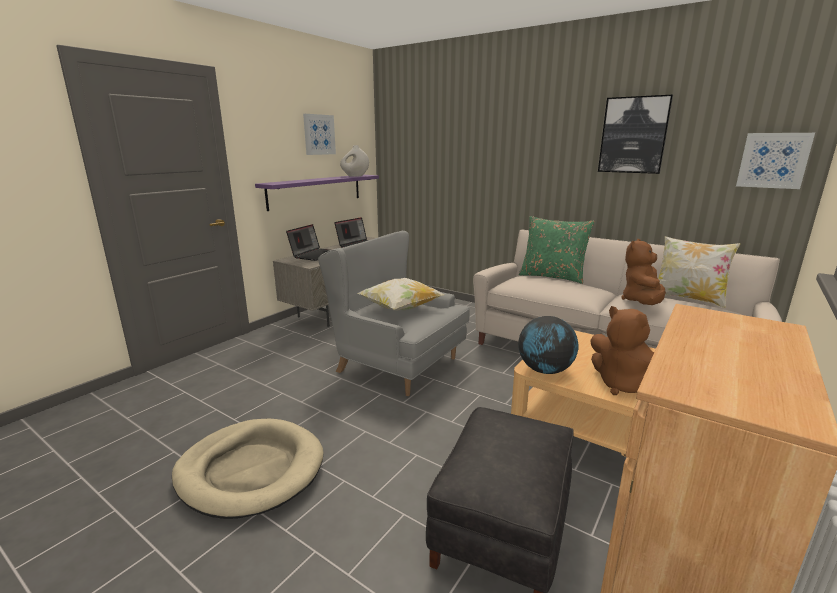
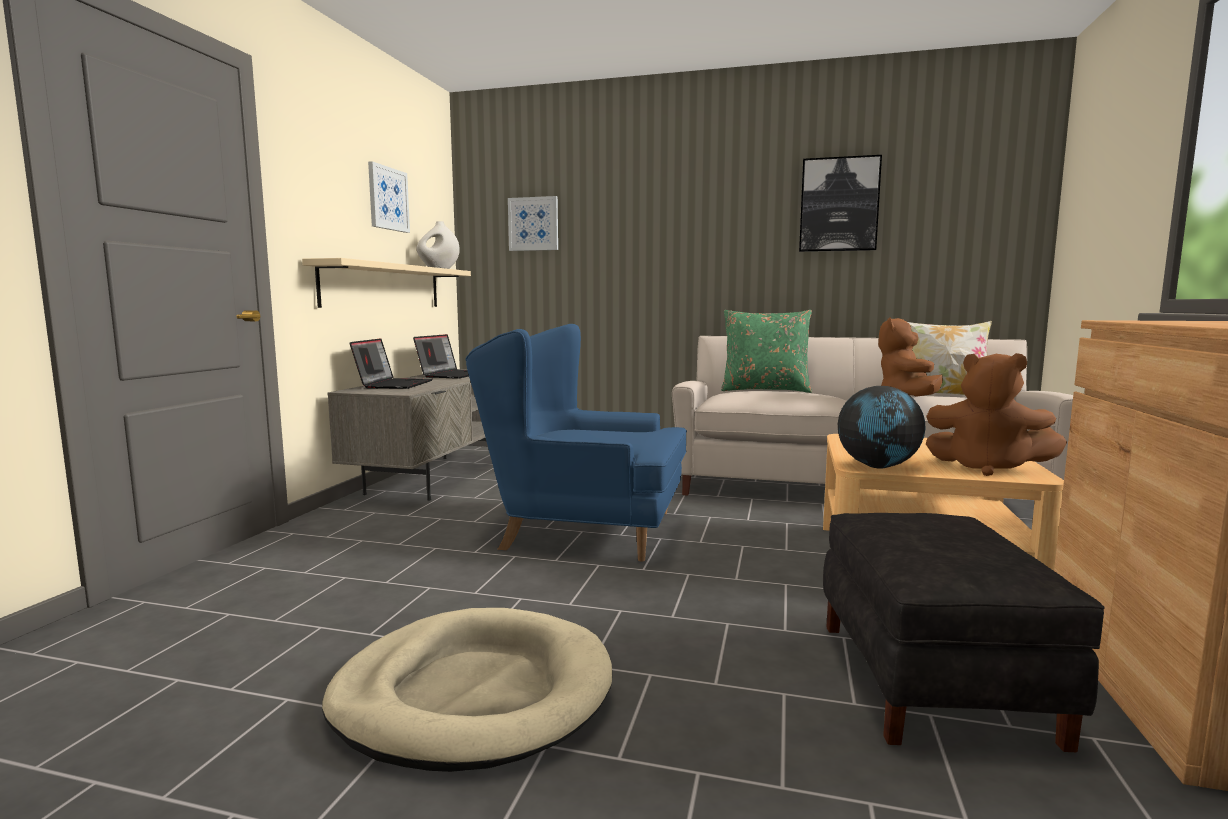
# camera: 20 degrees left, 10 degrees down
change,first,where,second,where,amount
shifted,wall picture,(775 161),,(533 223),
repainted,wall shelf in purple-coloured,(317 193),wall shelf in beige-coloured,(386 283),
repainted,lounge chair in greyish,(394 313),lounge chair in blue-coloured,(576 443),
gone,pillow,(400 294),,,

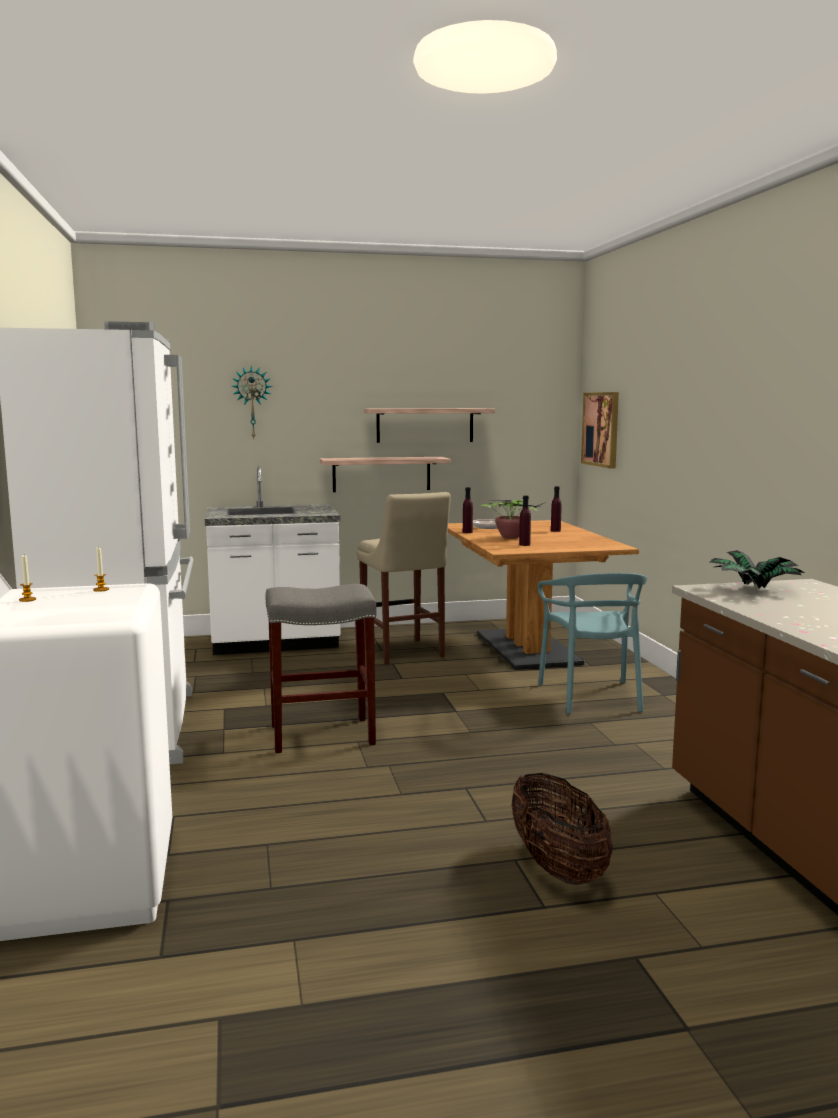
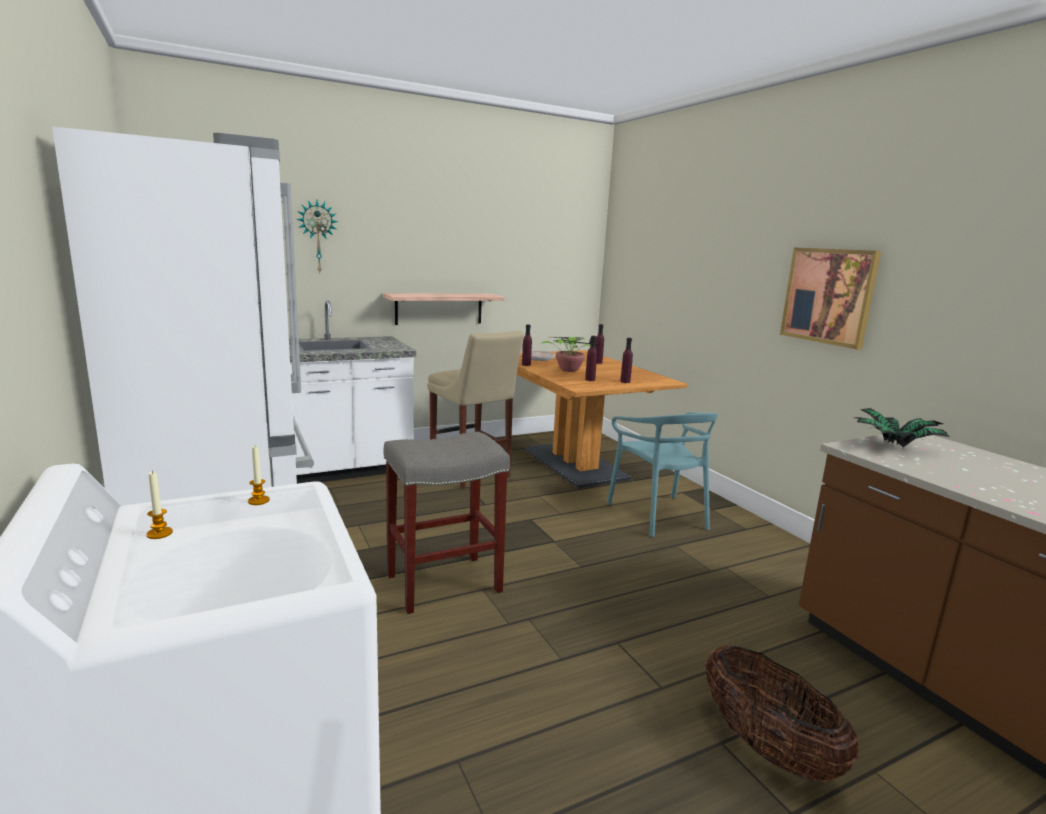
# camera: 15 degrees left, 5 degrees up
change,first,where,second,where,amount
shifted,wall picture,(600 430),,(830 298),
gone,wall shelf,(429 425),,,
new,,,drink bottle in purple-coloured,(626 360),

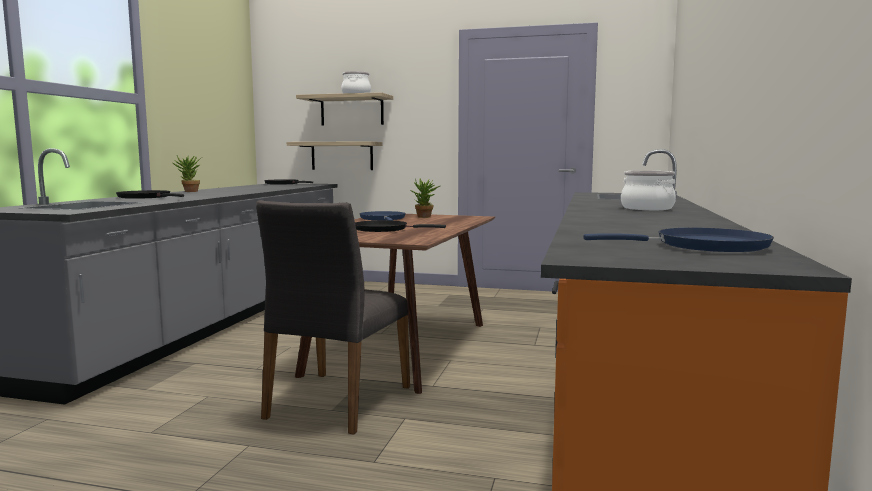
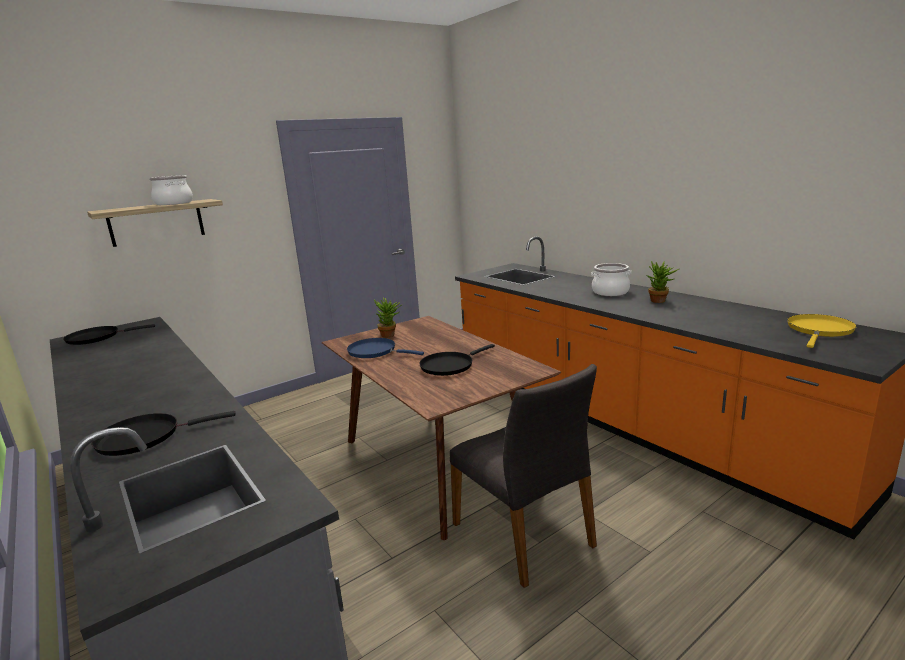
# camera: 50 degrees left, 10 degrees up
change,first,where,second,where,amount
gone,wall shelf,(334 155),,,
shifted,houseplant,(188 173),,(662 282),
repainted,skillet in blue-coloured,(679 240),skillet in yellow-coloured,(822 331),

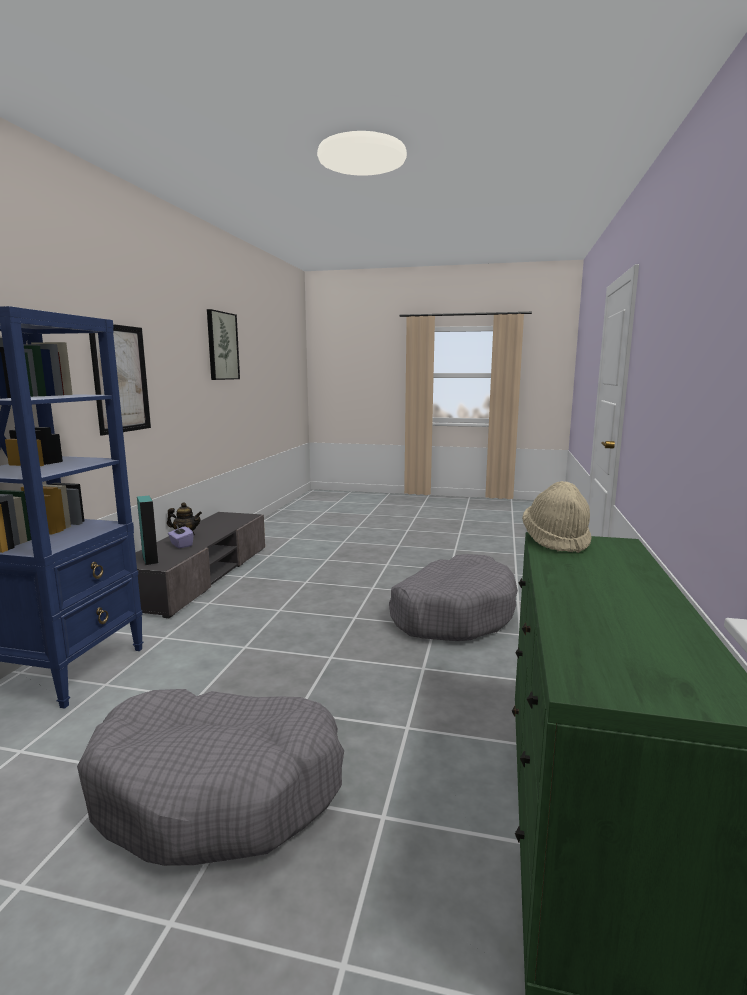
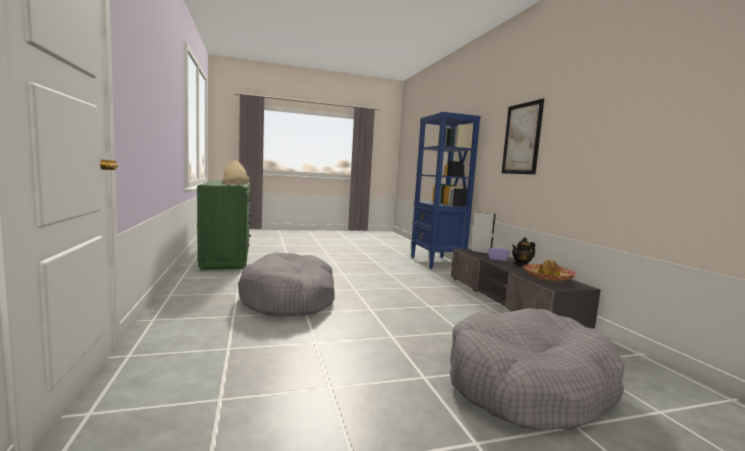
# camera: 150 degrees right, 5 degrees down
change,first,where,second,where,amount
gone,wall picture,(223 344),,,
repainted,loudspeaker in blue-green,(148 530),loudspeaker in greyish,(483 233),
shifted,pet bed in greyish,(210 777),,(537 369),
new,,,clothing hat,(550 270),

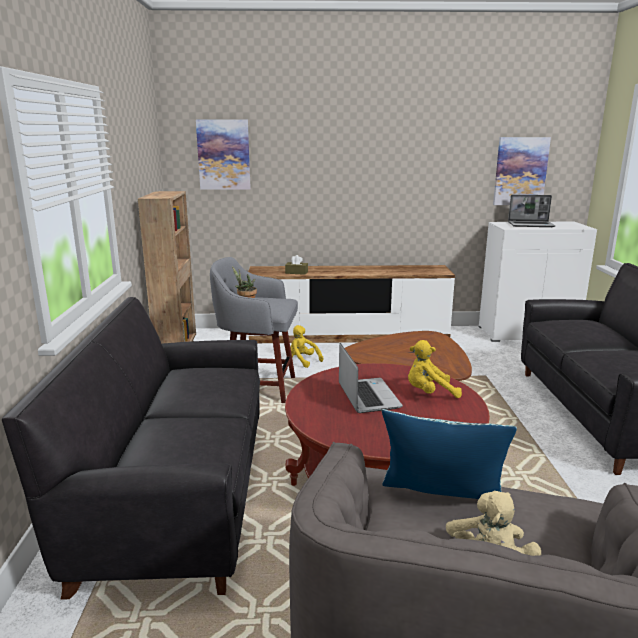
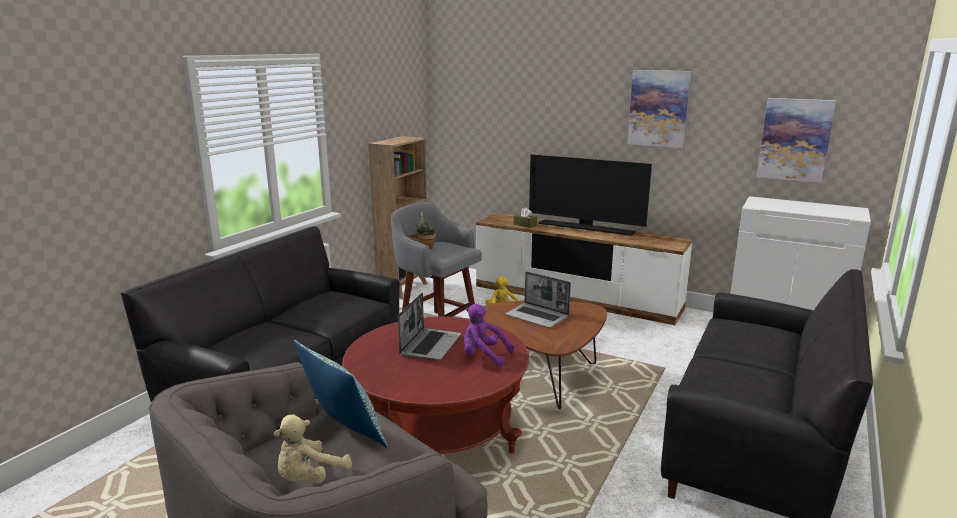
# camera: 30 degrees right, 0 degrees up
change,first,where,second,where,amount
shifted,wall picture,(223 155),,(659 109),
shifted,notebook computer,(531 211),,(538 299),
repainted,cuddly toy in yellow-coloured,(435 369),cuddly toy in purple-coloured,(489 335),
new,,,TV,(590 195),

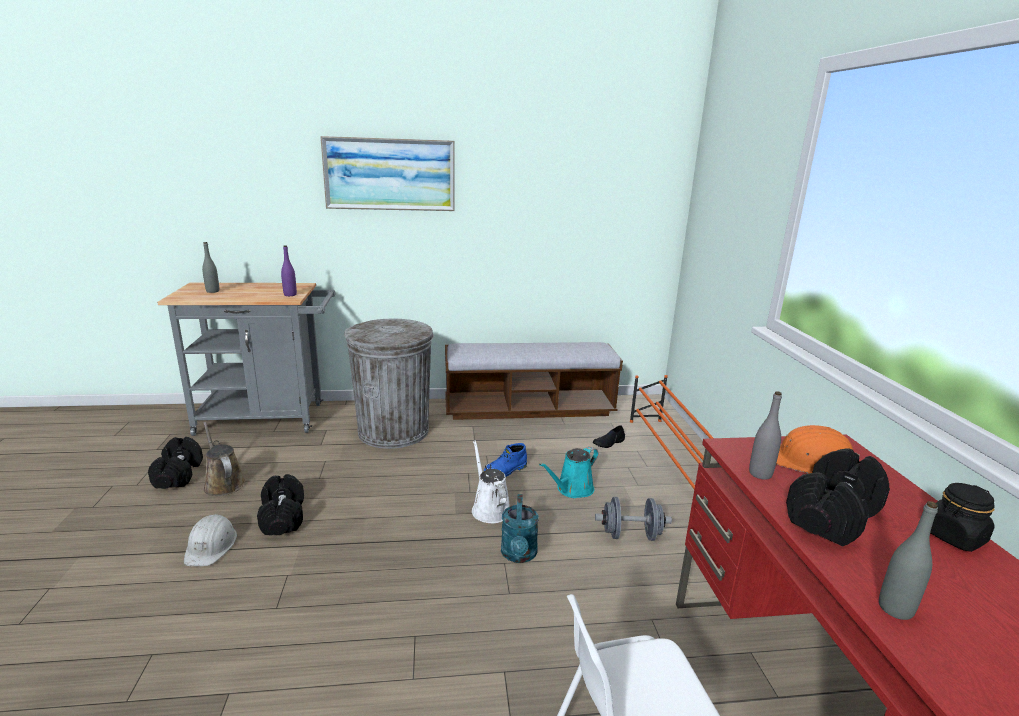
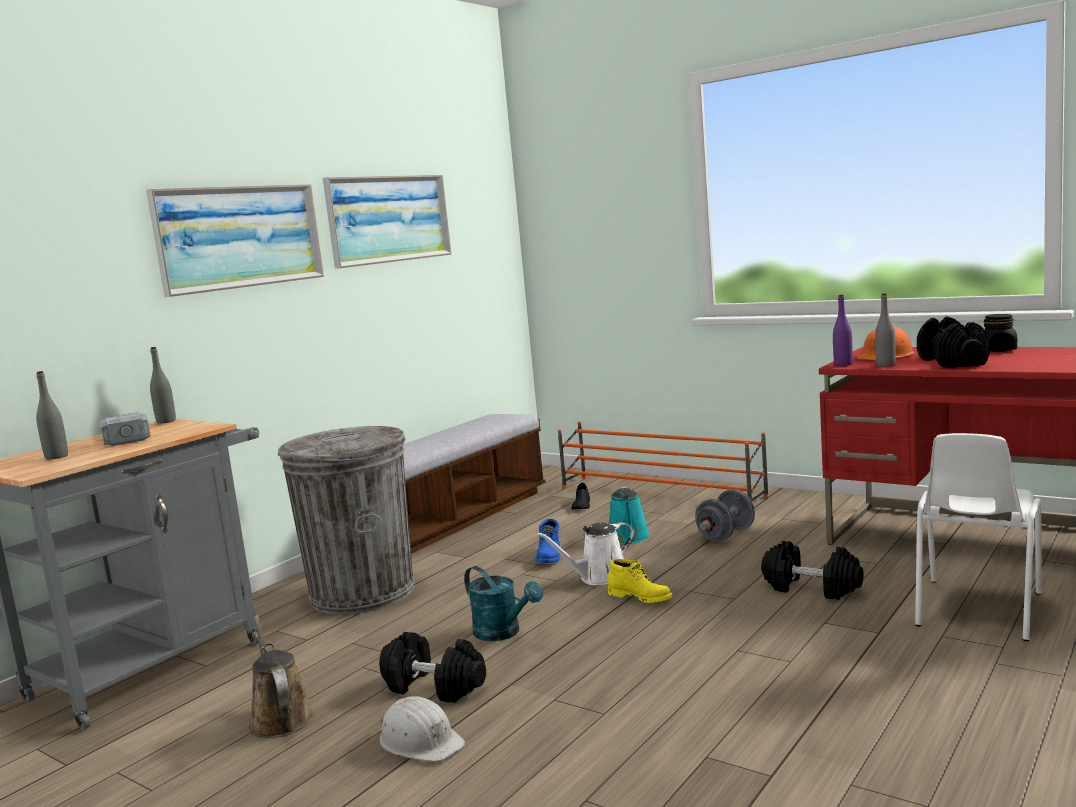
# camera: 45 degrees left, 10 degrees down
change,first,where,second,where,amount
shifted,drink bottle in purple-coloured,(289 270),,(843 330),
rotated,sprinkling can in brown,(224 459),,(281 676),60 degrees clockwise
shifted,dumbbell in black,(175 463),,(812 570),
rotated,sprinkling can in white-coloured,(491 481),,(585 554),45 degrees counterclockwise
shifted,sprinkling can in blue-green,(520 528),,(503 603),
shifted,drink bottle in greyish,(908 560),,(163 385),
new,,,wall picture,(387 222),
new,,,hammer,(125 429),
new,,,high-top boot in yellow-coloured,(640 581),

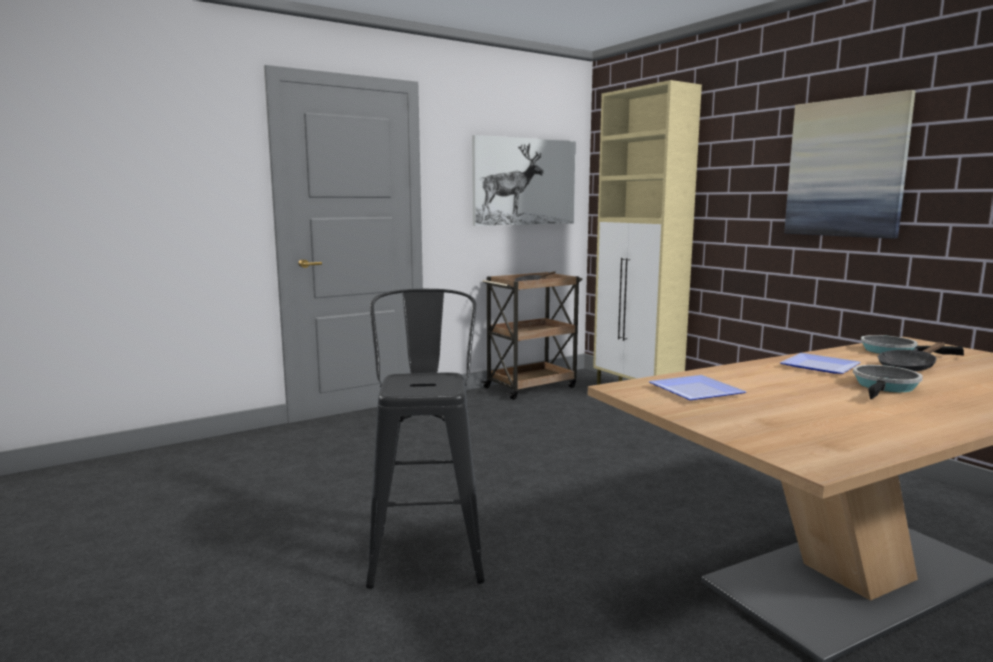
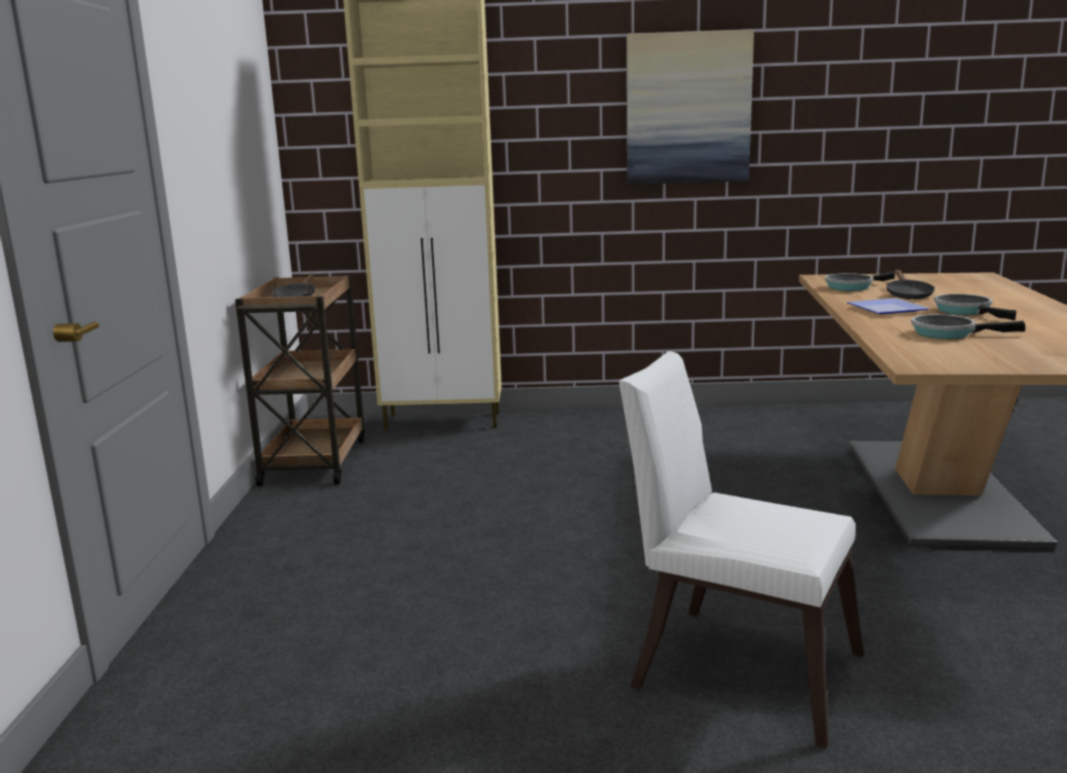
# camera: 55 degrees left, 5 degrees up
change,first,where,second,where,amount
gone,wall picture,(524 180),,,
swapped,stool seat in black,(425 439),plain chair in white-coloured,(741 550),
gone,dinner plate,(697 387),,,
new,,,skillet,(968 326),

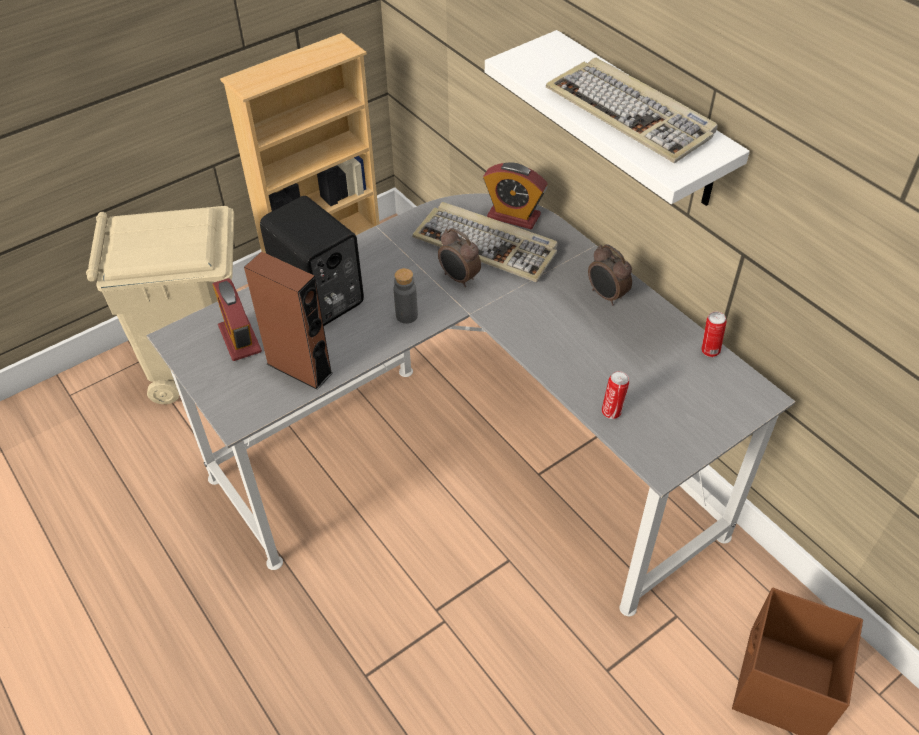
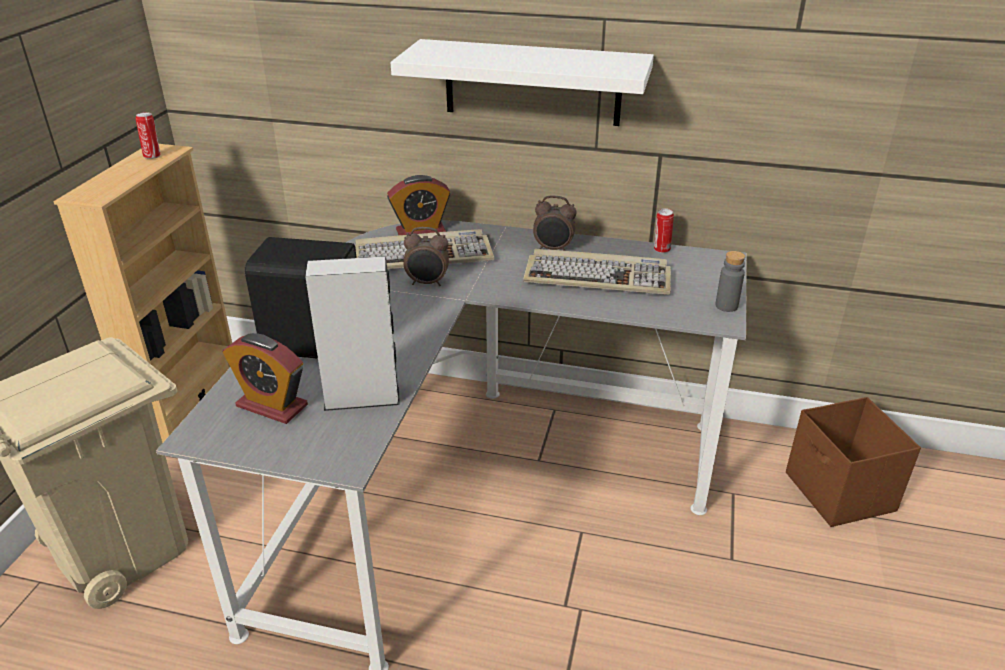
# camera: 40 degrees left, 15 degrees down
change,first,where,second,where,amount
shifted,keyboard,(632 110),,(597 272),
repainted,loudspeaker in brown,(288 320),loudspeaker in greyish,(352 333),
shifted,drink bottle in greyish,(406 296),,(730 281),
shifted,metal can,(615 395),,(148 135),

